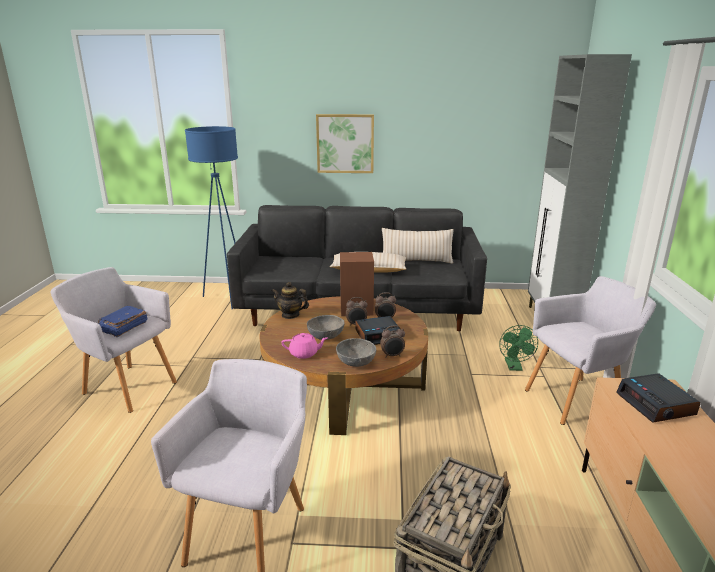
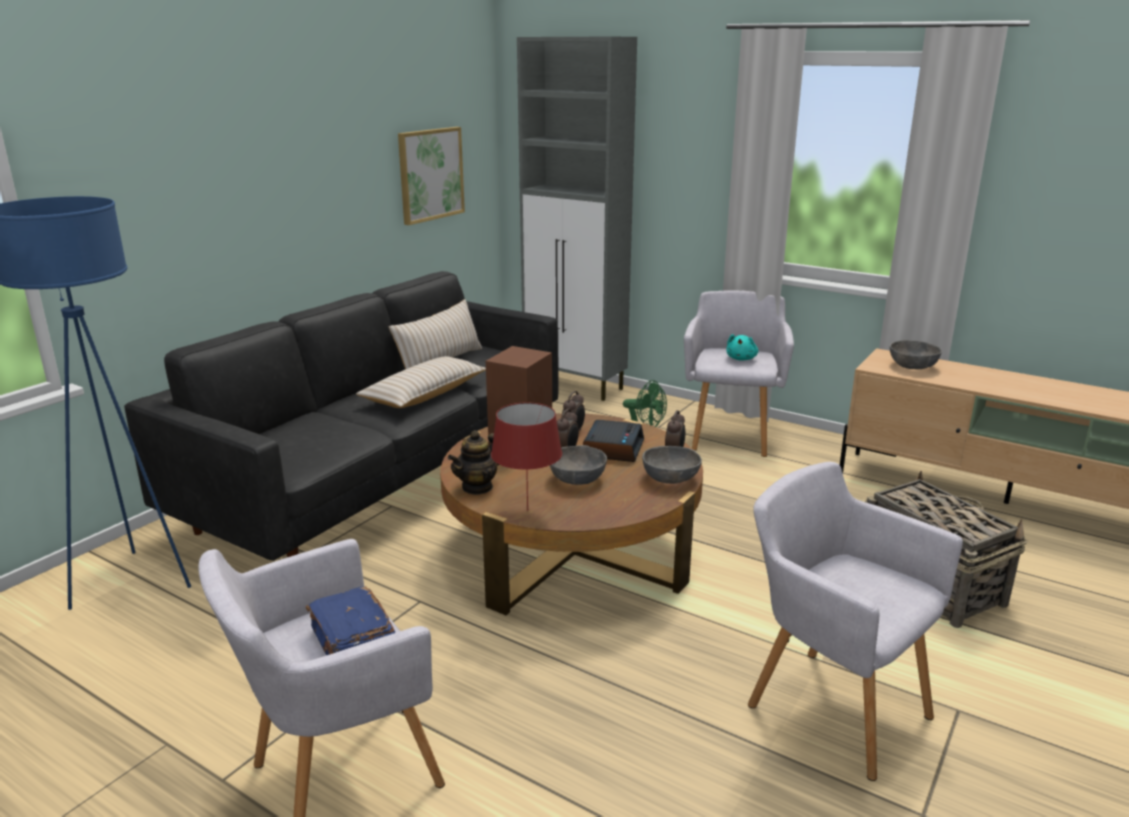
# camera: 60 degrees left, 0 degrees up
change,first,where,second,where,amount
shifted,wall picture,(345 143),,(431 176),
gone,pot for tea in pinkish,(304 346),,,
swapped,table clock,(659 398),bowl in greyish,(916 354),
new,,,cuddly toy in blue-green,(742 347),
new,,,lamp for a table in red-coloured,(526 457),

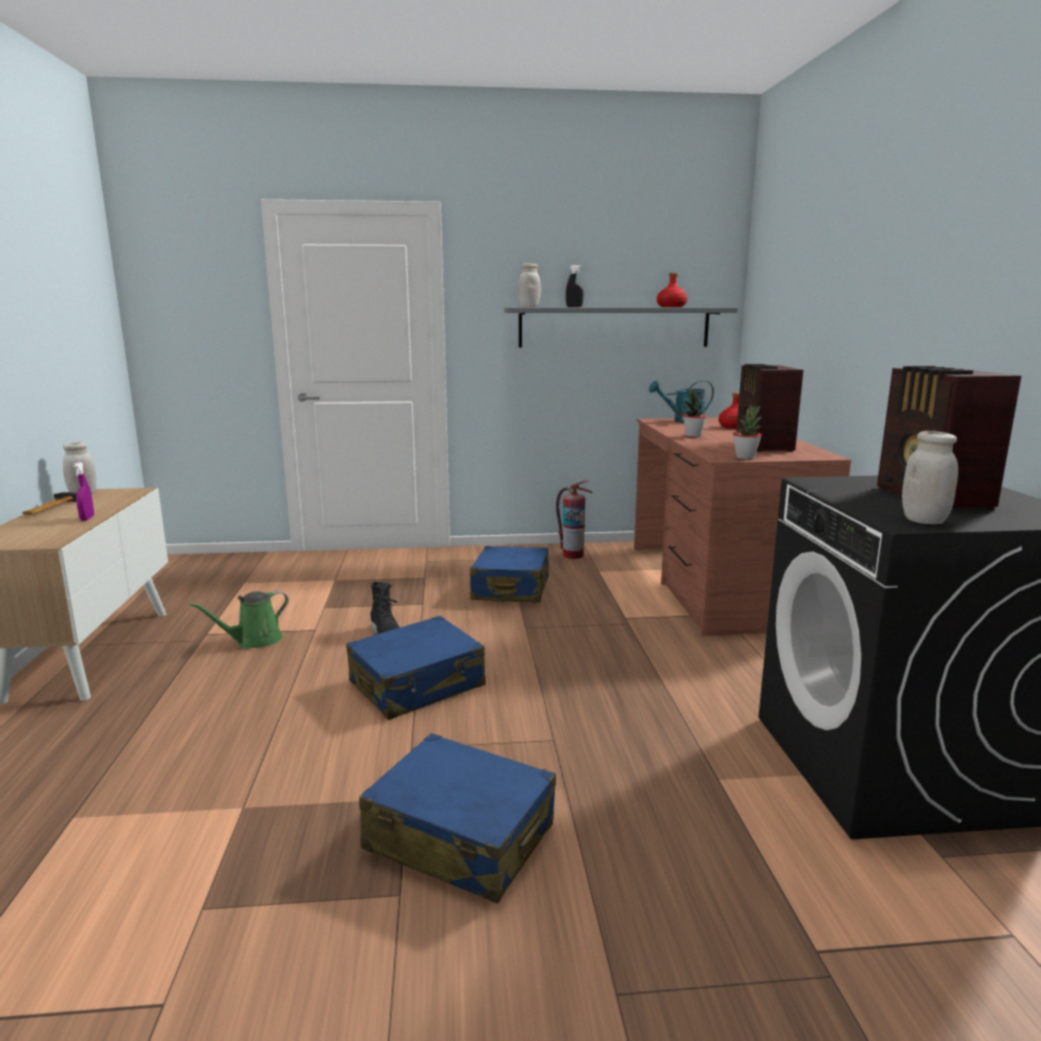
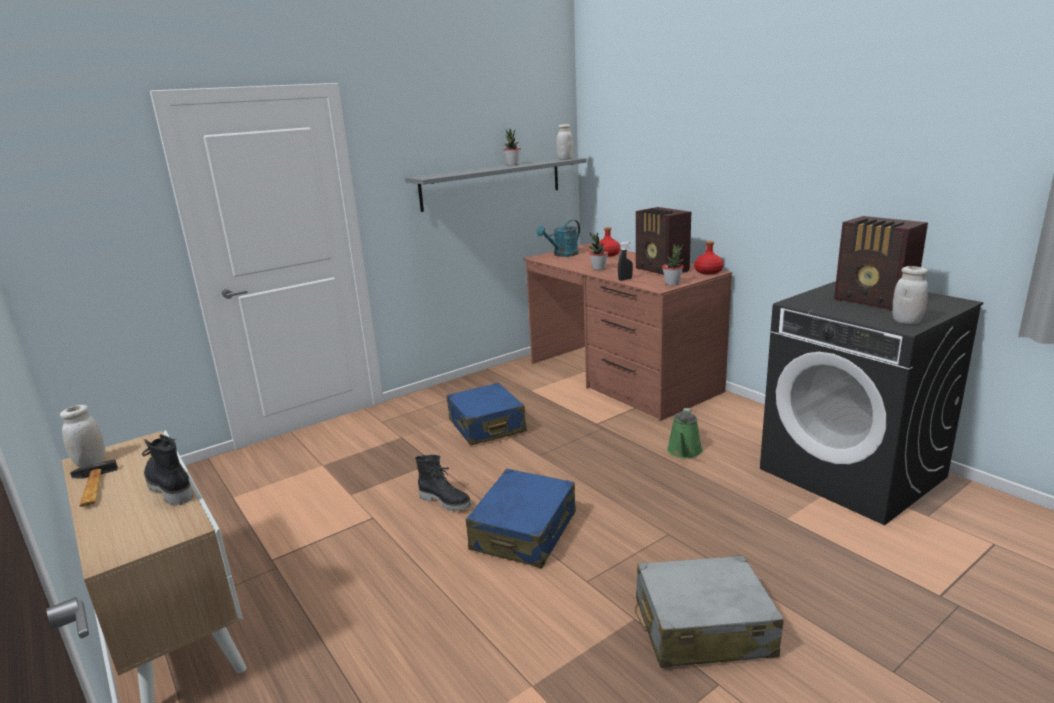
# camera: 30 degrees left, 5 degrees up
change,first,where,second,where,amount
shifted,preserve jar in white-coloured,(529 285),,(564 142),
shifted,hand sprayer in black,(575 286),,(625 261),
shifted,drink bottle in red-coloured,(672 290),,(709 257),
swapped,hand sprayer in purple-coloured,(83 491),high-top boot in black,(167 470),
gone,extinguisher,(574 520),,,
shifted,sprinkling can in green,(239 620),,(685 433),
repainted,suitcase in blue-coloured,(457 818),suitcase in greyish,(709 611),
new,,,houseplant,(512 147),

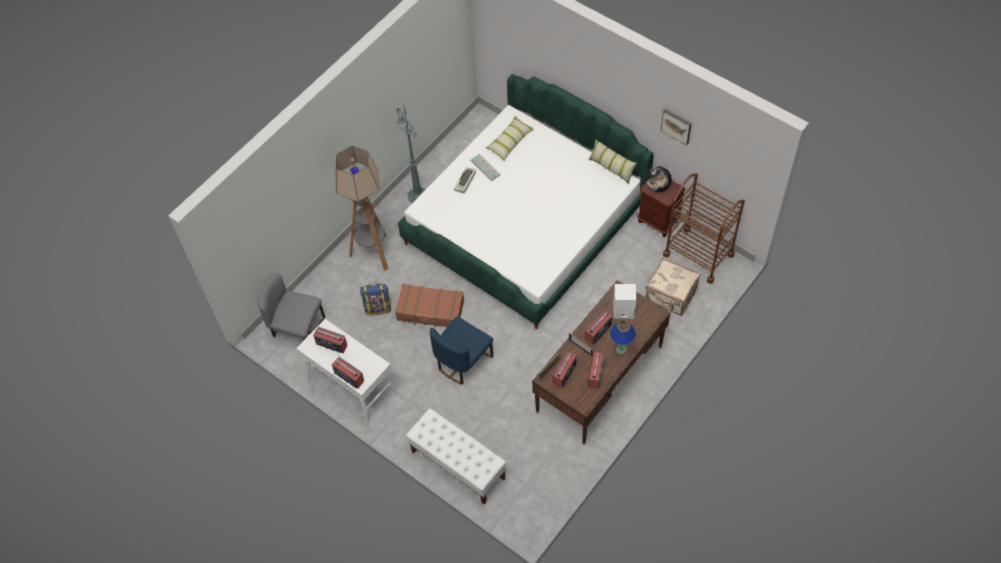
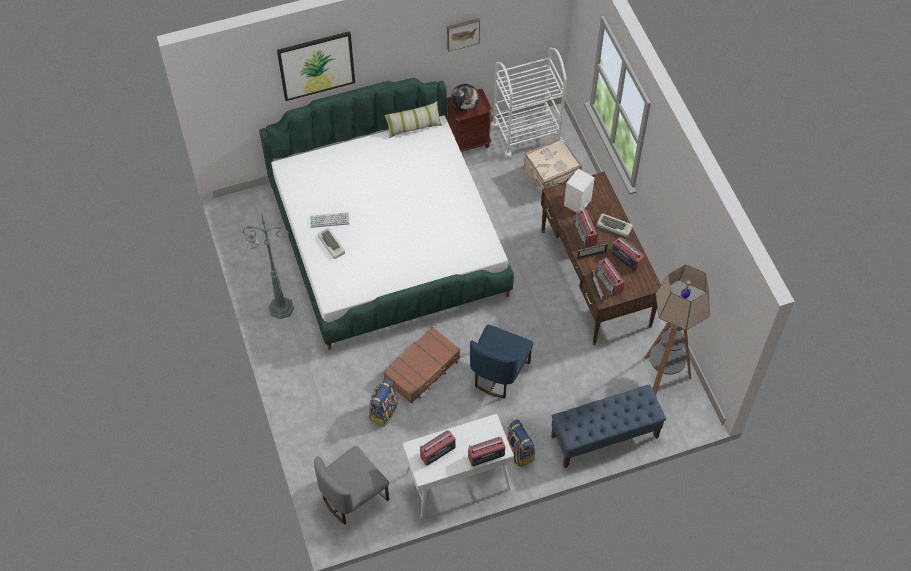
# camera: 60 degrees left, 0 degrees up
change,first,where,second,where,amount
gone,pillow,(509 138),,,
shifted,standing lamp,(362 208),,(677 329),
repainted,cart in brown,(704 228),cart in white-coloured,(529 103),
rotated,plain chair in blue-coloured,(461 350),,(501 361),45 degrees clockwise
swapped,lamp for a table in blue-coloured,(622 337),keyboard,(615 225),
repainted,indoor bench in white-coloured,(456 456),indoor bench in blue-coloured,(608 426),
new,,,wall picture,(316 66),
new,,,backpack,(521 443),

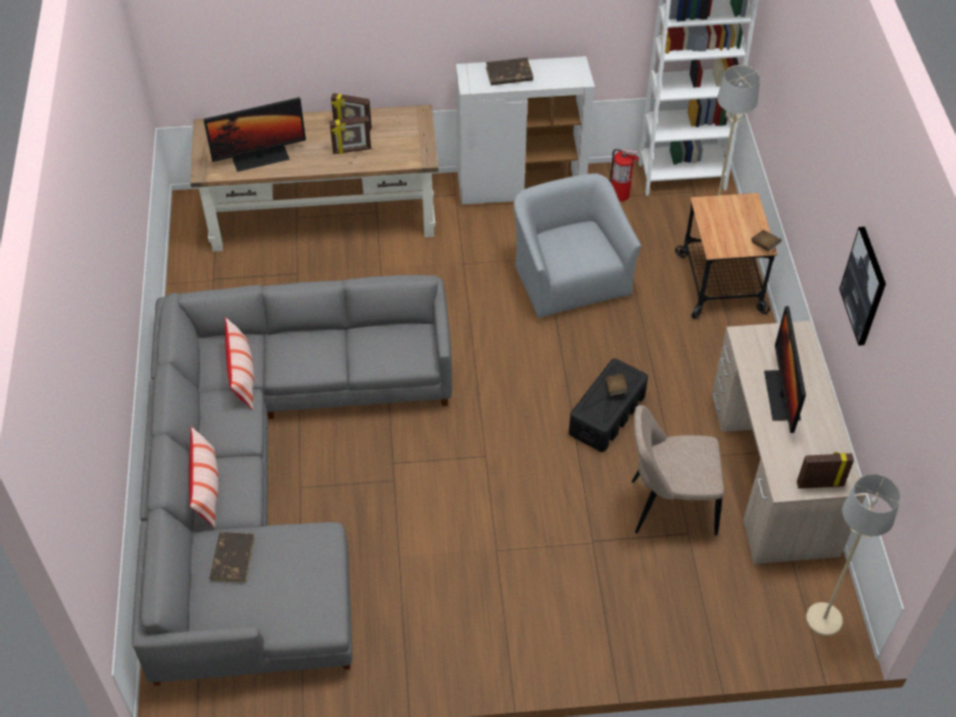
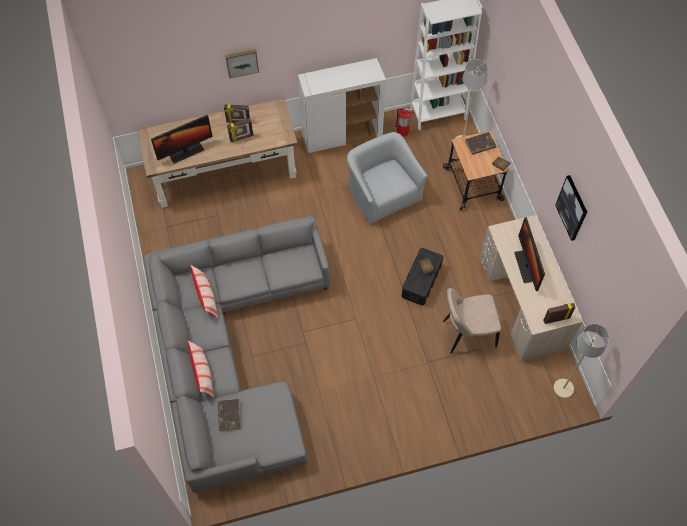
# camera: 10 degrees left, 10 degrees up
change,first,where,second,where,amount
shifted,volume in brown,(509 71),,(480 143),
new,,,wall picture,(242 64),

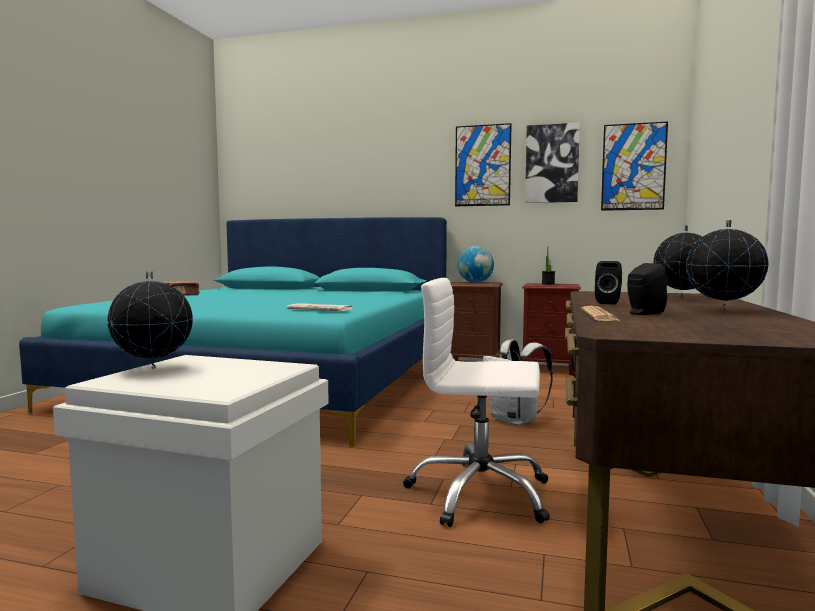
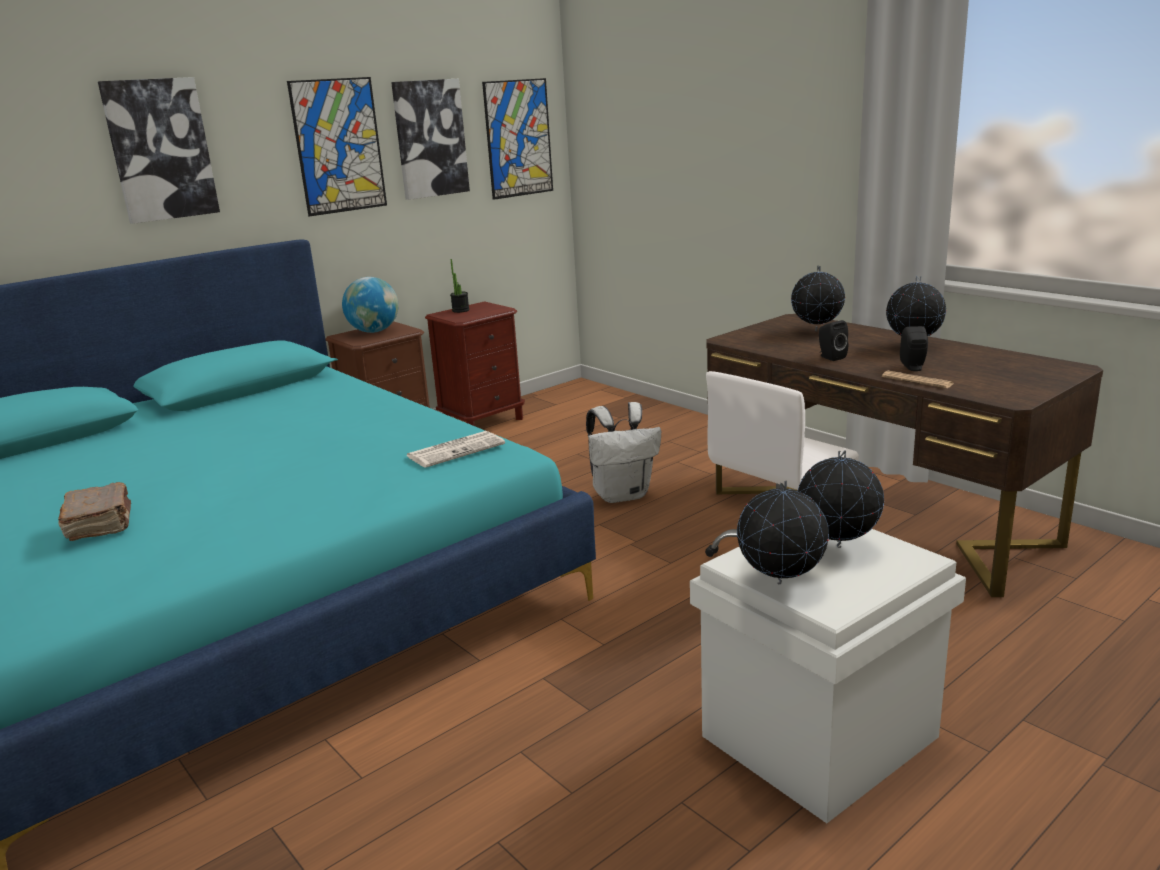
# camera: 55 degrees left, 15 degrees up
change,first,where,second,where,amount
new,,,wall picture,(159 150),
new,,,world globe,(841 499),

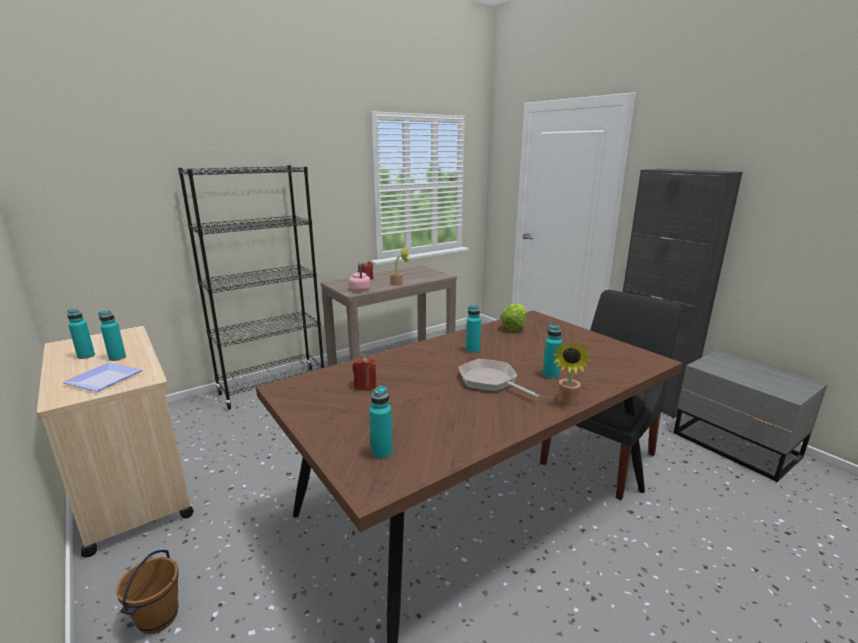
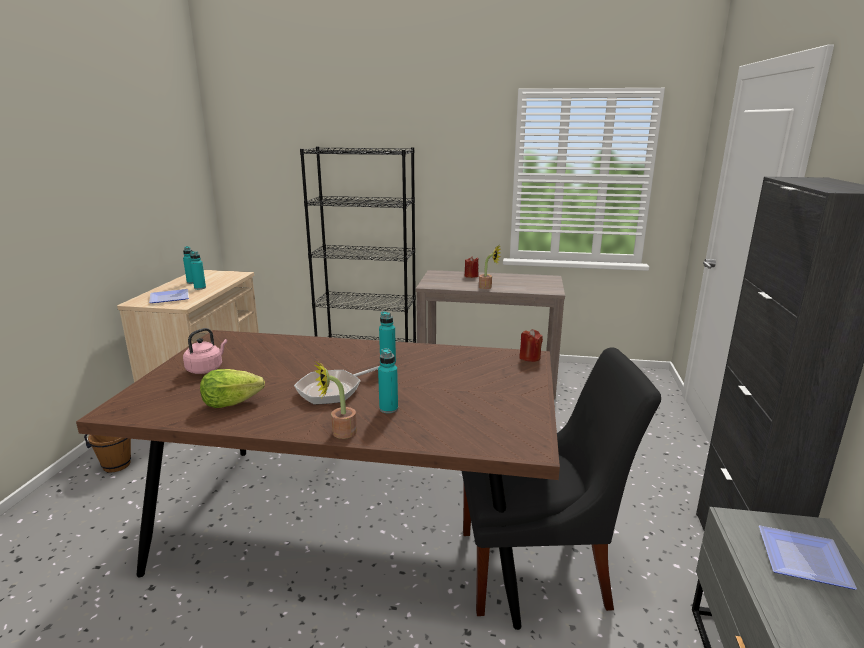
# camera: 45 degrees right, 0 degrees up
change,first,where,second,where,amount
shifted,water kettle in pinkish,(360 277),,(205 351),
shifted,head of lettuce,(513 317),,(232 388),
shifted,wax light in red-coloured,(364 373),,(531 345),
rotated,skillet,(499 378),,(336 385),135 degrees counterclockwise
gone,drink bottle in blue-green,(381 422),,,
new,,,dinner plate,(808 557),

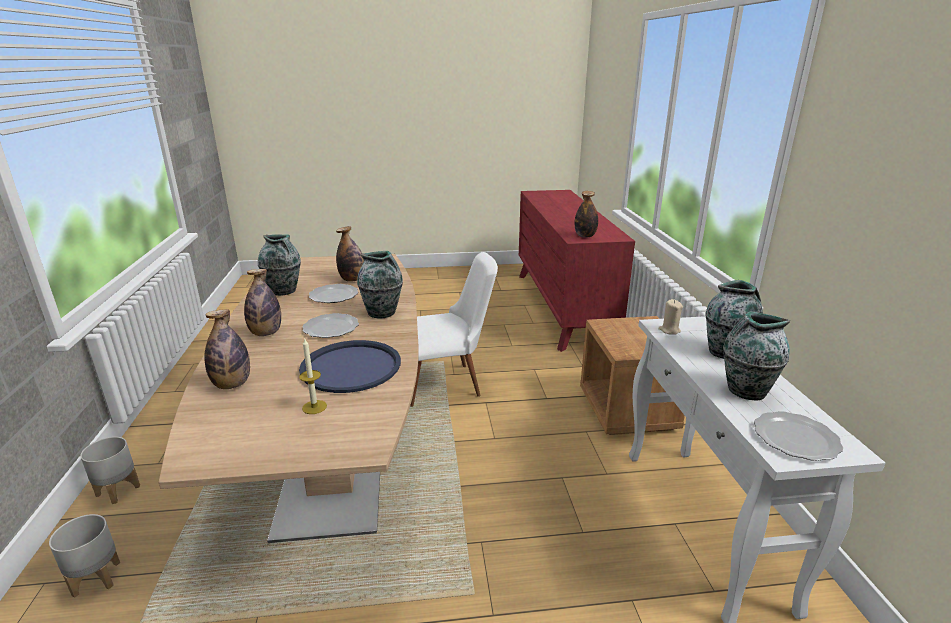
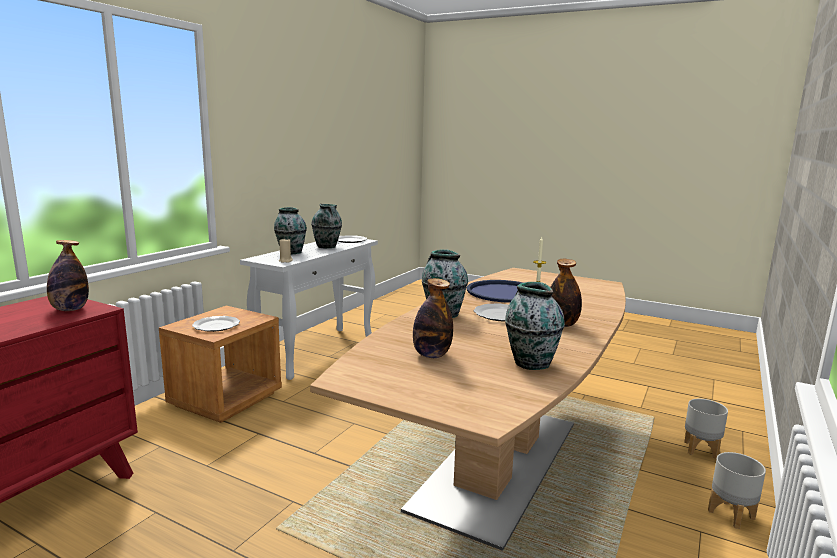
# camera: 145 degrees left, 10 degrees down
change,first,where,second,where,amount
gone,plain chair in white-coloured,(454 329),,,
shifted,dinner plate,(333 293),,(216 324),
gone,drink bottle,(227 349),,,

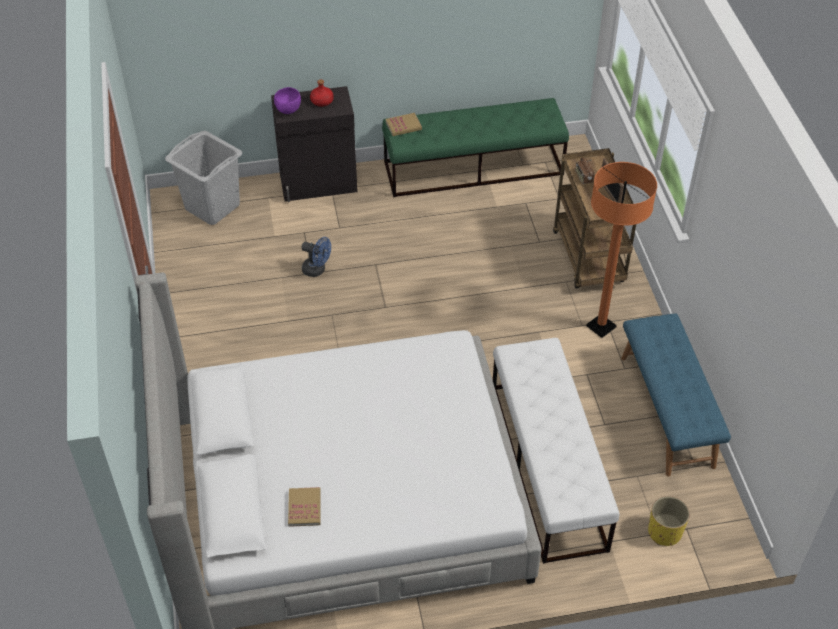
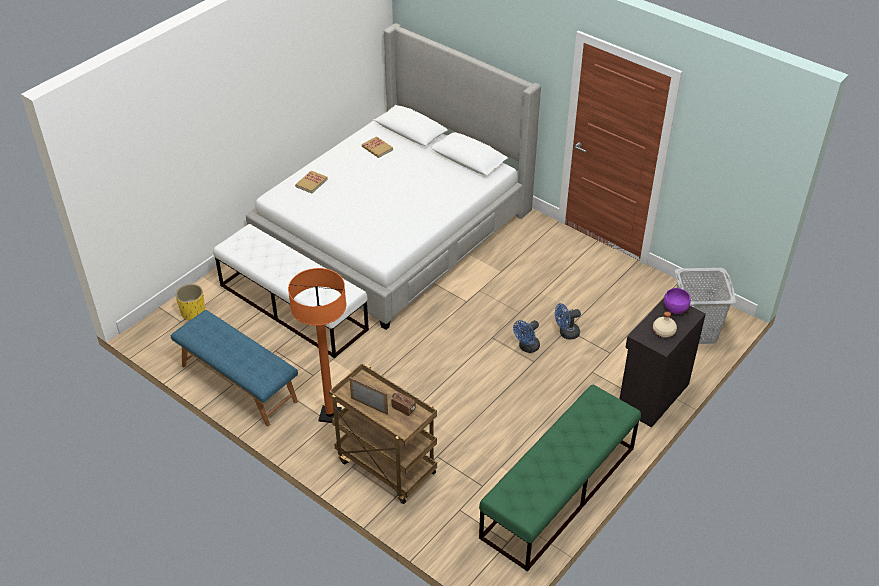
# camera: 140 degrees right, 5 degrees down
change,first,where,second,where,amount
repainted,drink bottle in red-coloured,(322 93),drink bottle in beige-coloured,(665 324),
shifted,volume,(404 124),,(311 182),
new,,,electric fan in blue-coloured,(526 336),

